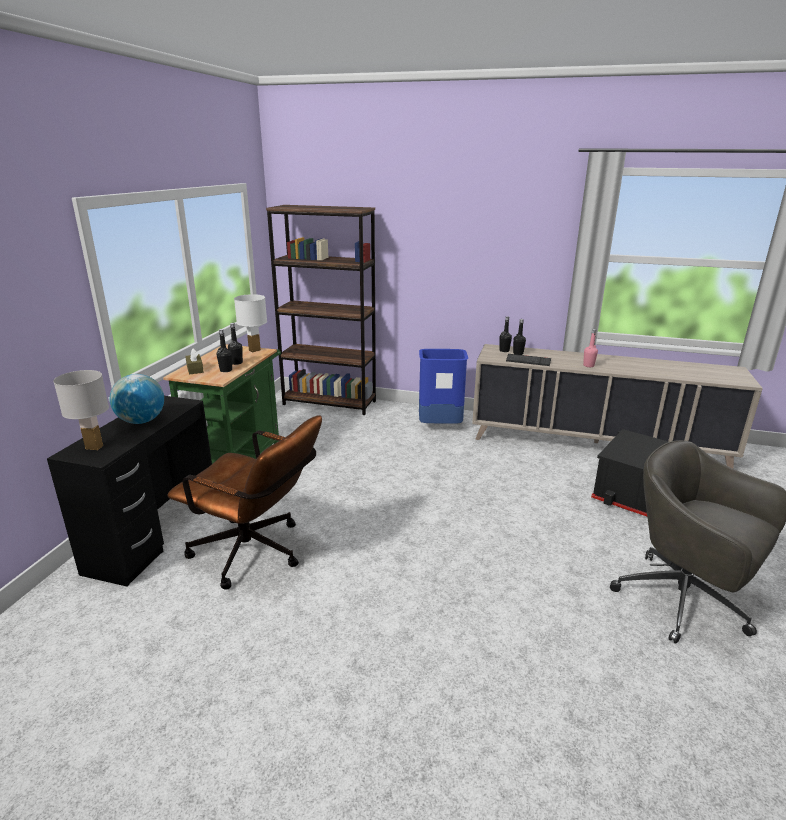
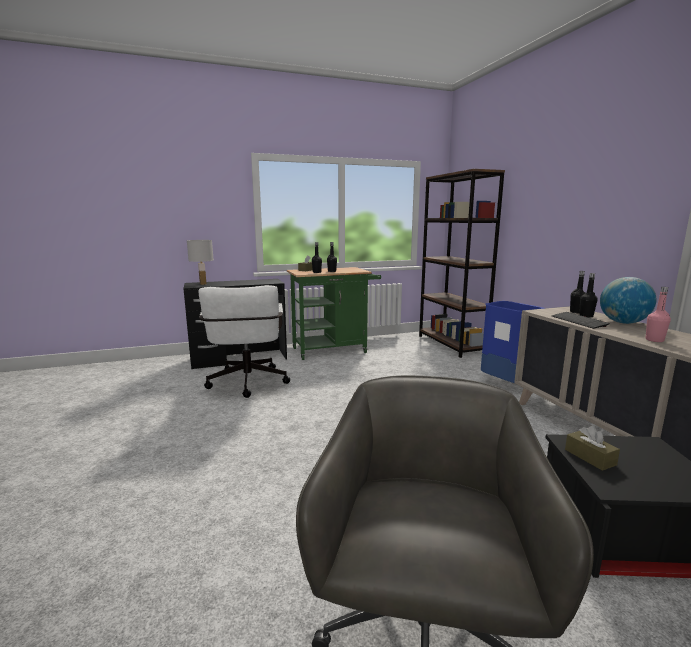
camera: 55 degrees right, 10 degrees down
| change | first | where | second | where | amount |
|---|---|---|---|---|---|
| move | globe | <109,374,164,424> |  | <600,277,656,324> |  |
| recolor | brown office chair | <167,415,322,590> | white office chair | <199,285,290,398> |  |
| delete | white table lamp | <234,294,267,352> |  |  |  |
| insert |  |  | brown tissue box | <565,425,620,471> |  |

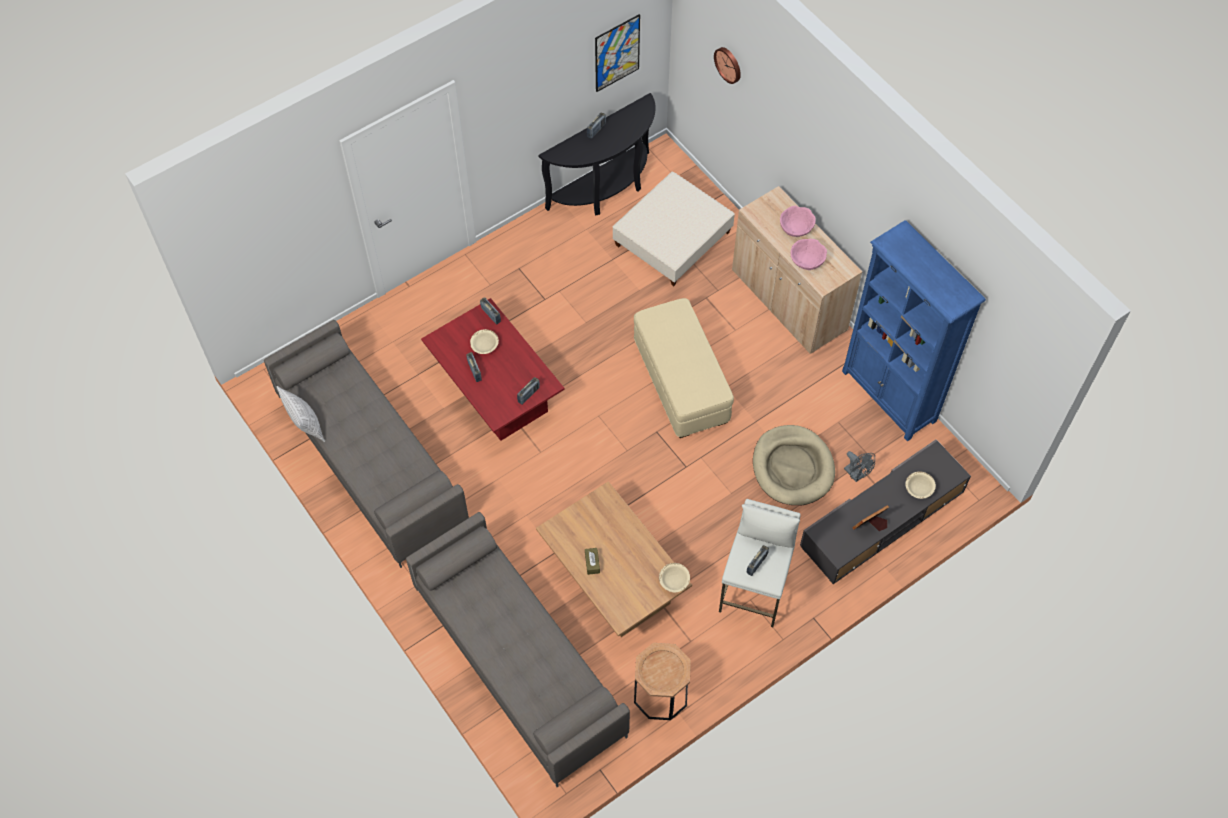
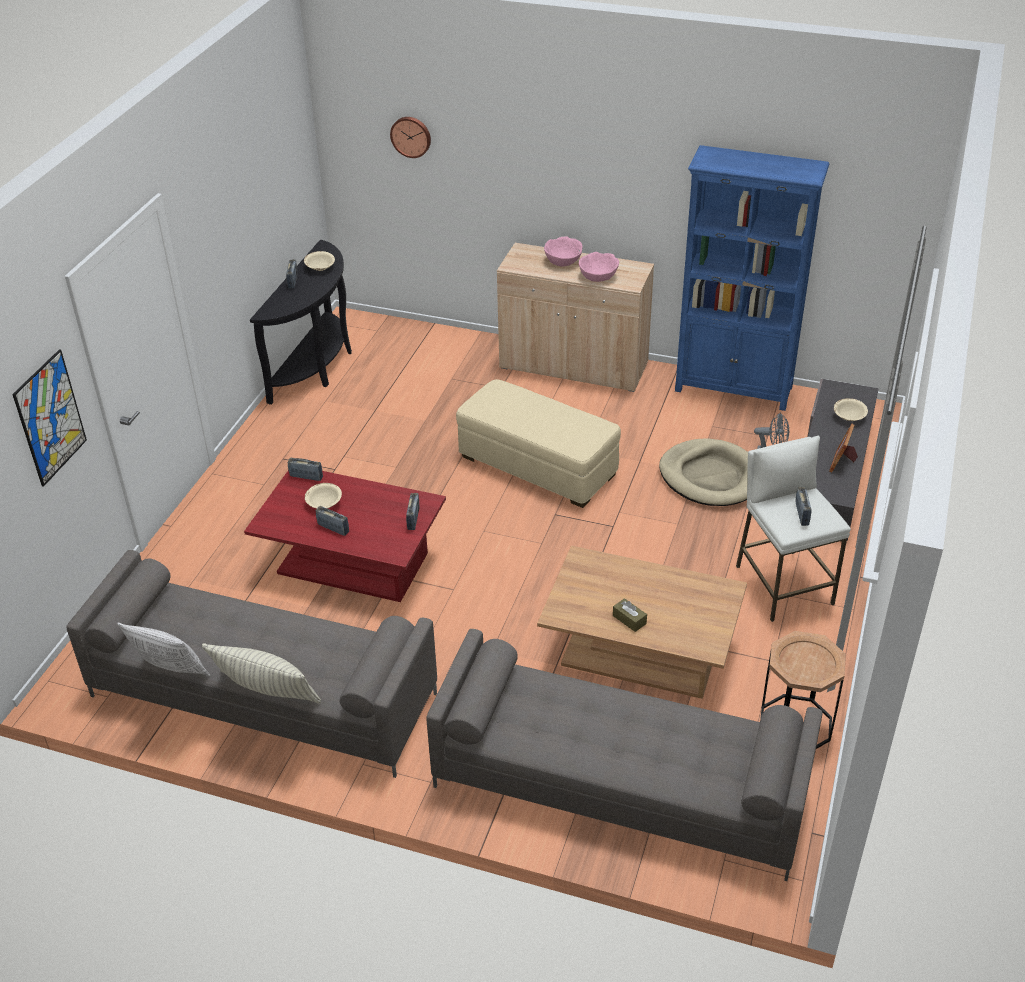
camera: 35 degrees left, 20 degrees down
| change | first | where | second | where | amount |
|---|---|---|---|---|---|
| move | picture | <595,14,640,92> |  | <12,349,87,487> |  |
| delete | beige ottoman | <613,172,735,286> |  |  |  |
| move | beige bowl | <659,563,690,592> |  | <304,251,335,271> |  |
| insert |  |  | pillow | <202,643,321,704> |  |

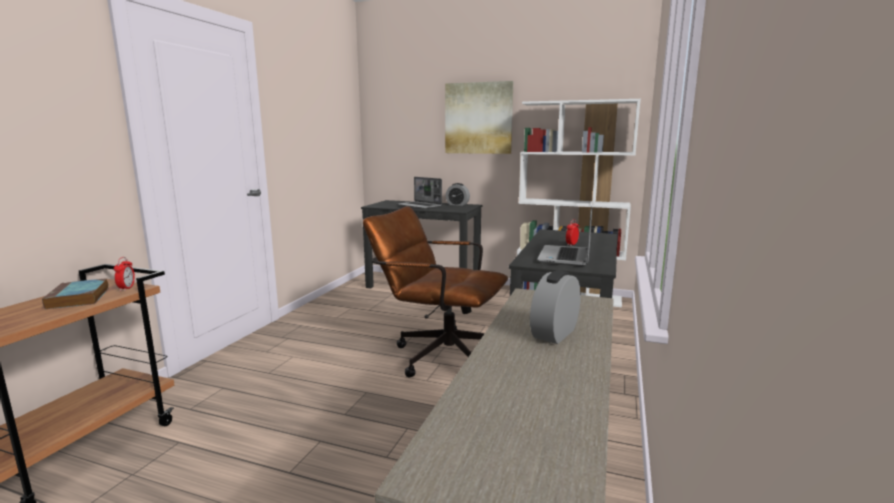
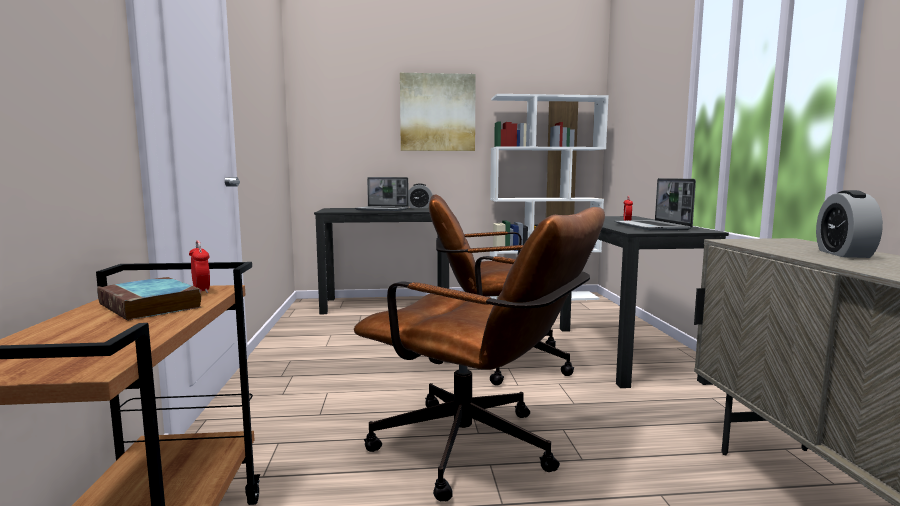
camera: 25 degrees left, 5 degrees down
| change | first | where | second | where | amount |
|---|---|---|---|---|---|
| insert |  |  | brown office chair | <354,207,605,502> |  |

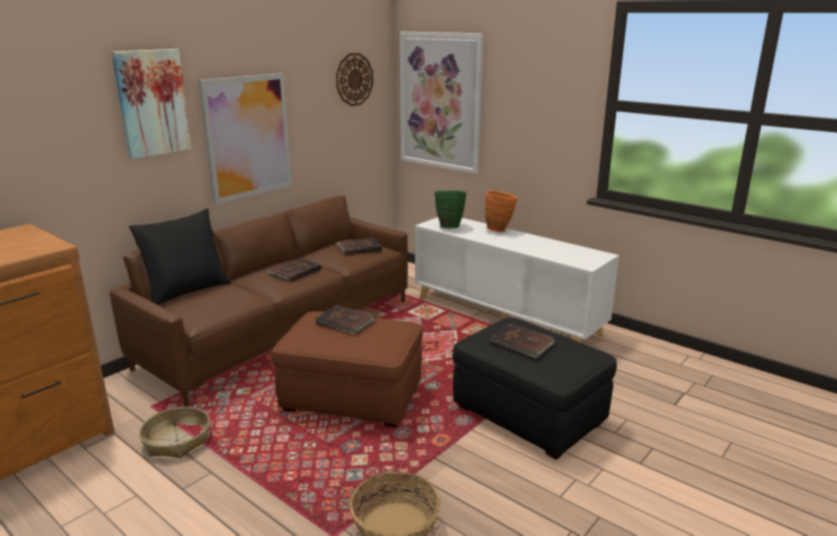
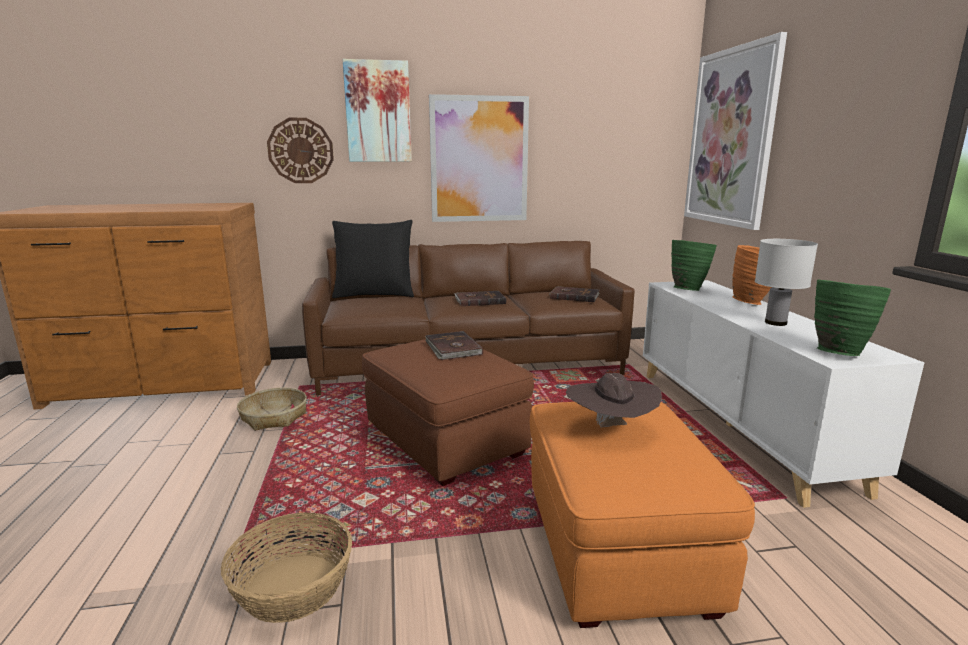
camera: 40 degrees right, 5 degrees down
| change | first | where | second | where | amount |
|---|---|---|---|---|---|
| move | wall clock | <336,53,373,106> |  | <267,118,334,183> |  |
| recolor | black ottoman | <453,317,617,460> | orange ottoman | <530,402,755,628> |  |
| replace | brown book | <490,324,555,358> | brown hat | <566,373,662,427> |  |
| insert |  |  | white table lamp | <755,239,818,326> |  |
| insert |  |  | green vase | <814,279,891,356> |  |

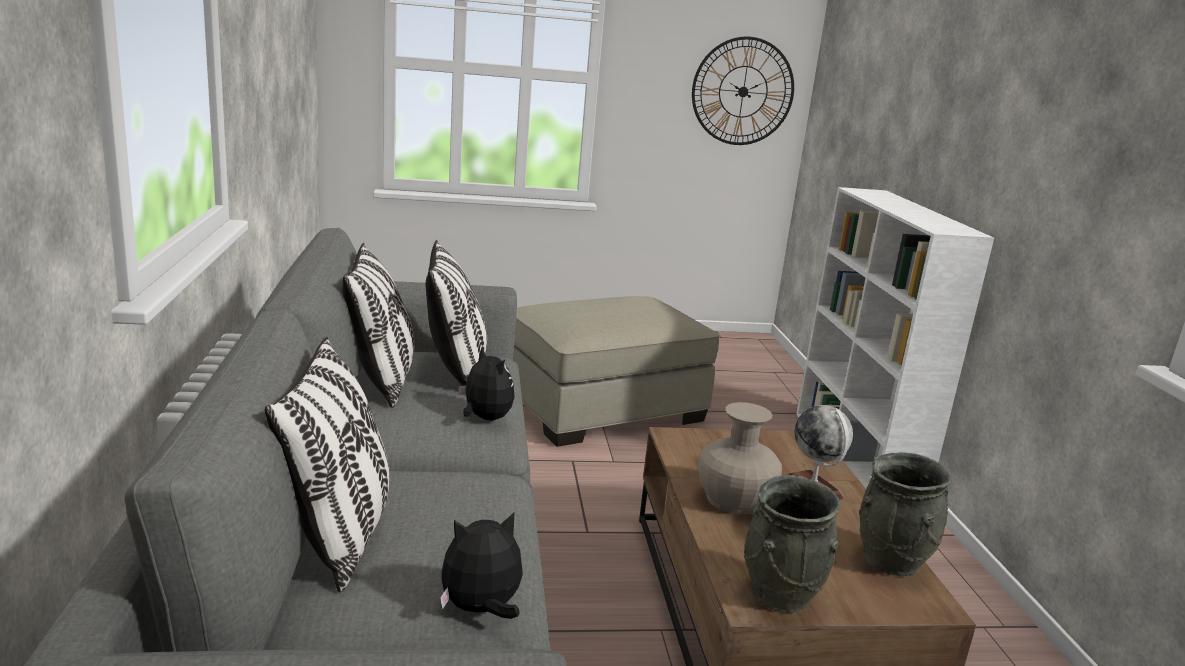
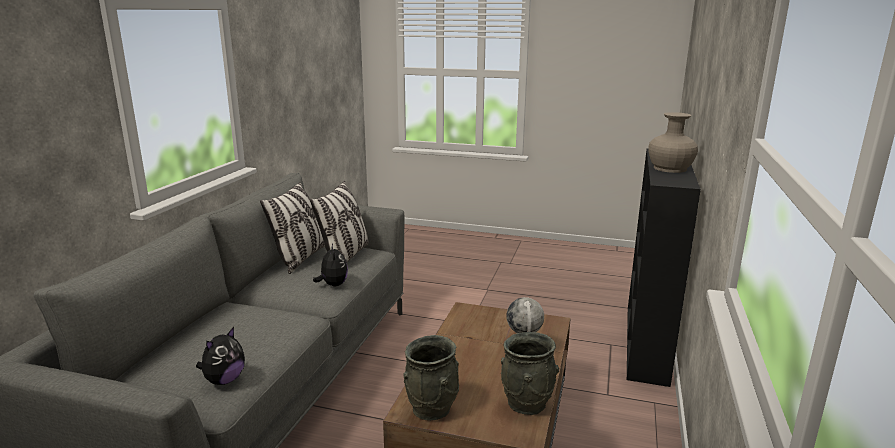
camera: 25 degrees right, 0 degrees up
| change | first | where | second | where | amount |
|---|---|---|---|---|---|
| delete | pillow | <265,336,390,592> |  |  |  |
| rotate | plush toy | <440,512,523,619> |  | <196,327,245,385> | 120 degrees clockwise |
| delete | beige ottoman | <513,296,719,447> |  |  |  |
| delete | wall clock | <692,37,794,145> |  |  |  |
| move | beige vase | <698,402,782,515> |  | <648,112,698,173> |  |
| recolor | white bookcase | <796,187,994,488> | black bookcase | <627,149,701,387> |  |

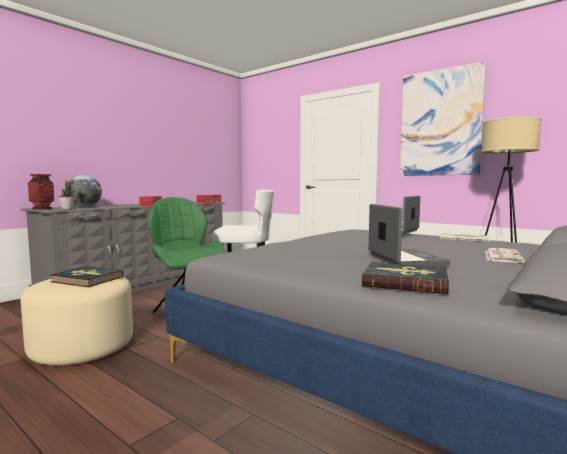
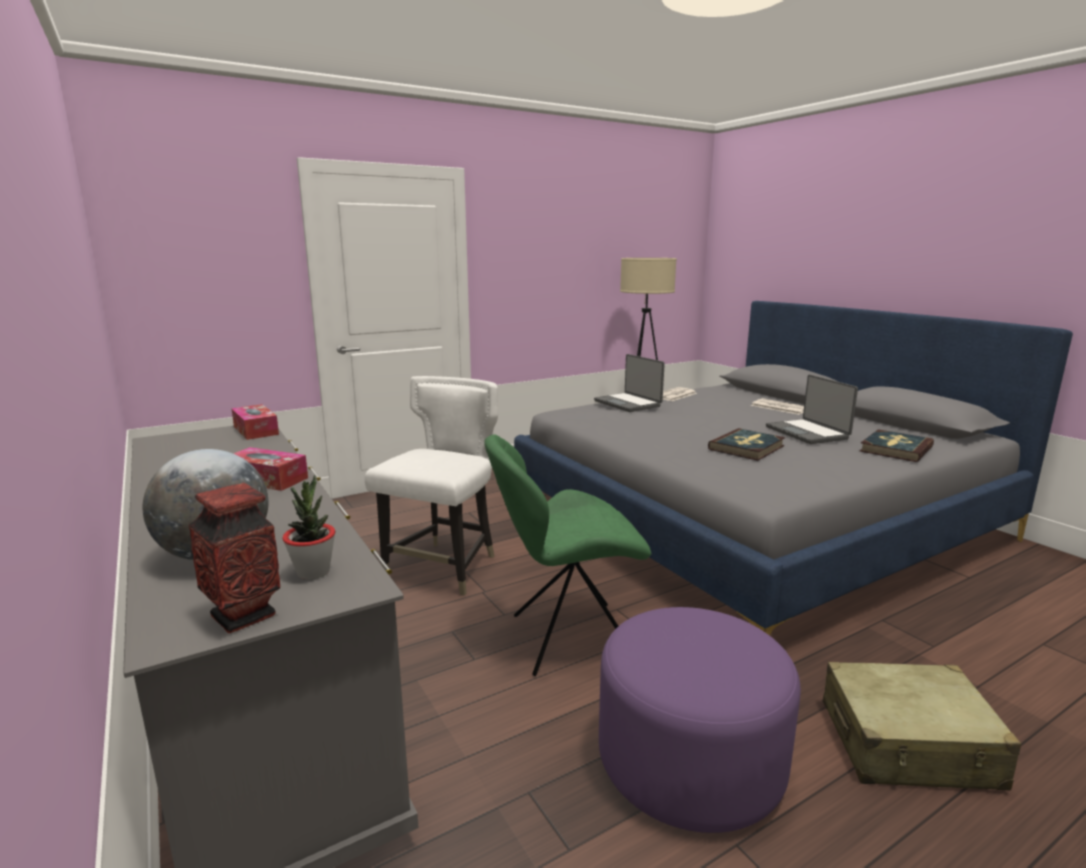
camera: 70 degrees left, 10 degrees up
| change | first | where | second | where | amount |
|---|---|---|---|---|---|
| recolor | beige ottoman | <21,277,133,366> | purple ottoman | <599,607,801,833> |  |
| move | book | <50,266,123,287> |  | <708,428,785,461> |  |
| rotate | laptop | <368,204,450,266> |  | <766,375,858,444> | 120 degrees counterclockwise |
| delete | picture | <400,61,486,176> |  |  |  |
| insert |  |  | beige suitcase | <823,662,1021,790> |  |

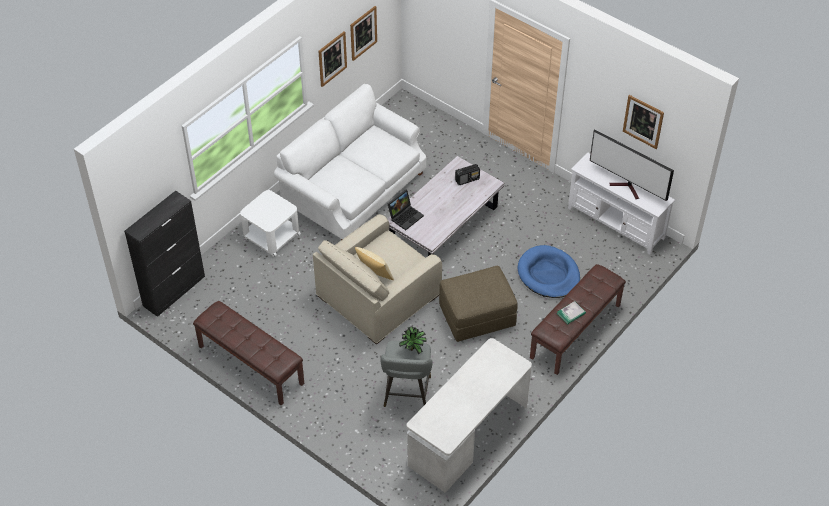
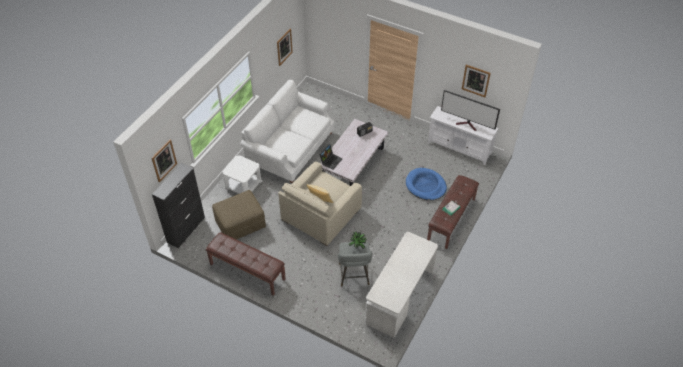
camera: 10 degrees left, 0 degrees up
| change | first | where | second | where | amount |
|---|---|---|---|---|---|
| move | picture | <318,31,347,87> |  | <152,139,177,182> |  |
| move | brown ottoman | <439,266,518,342> |  | <212,190,266,239> |  |

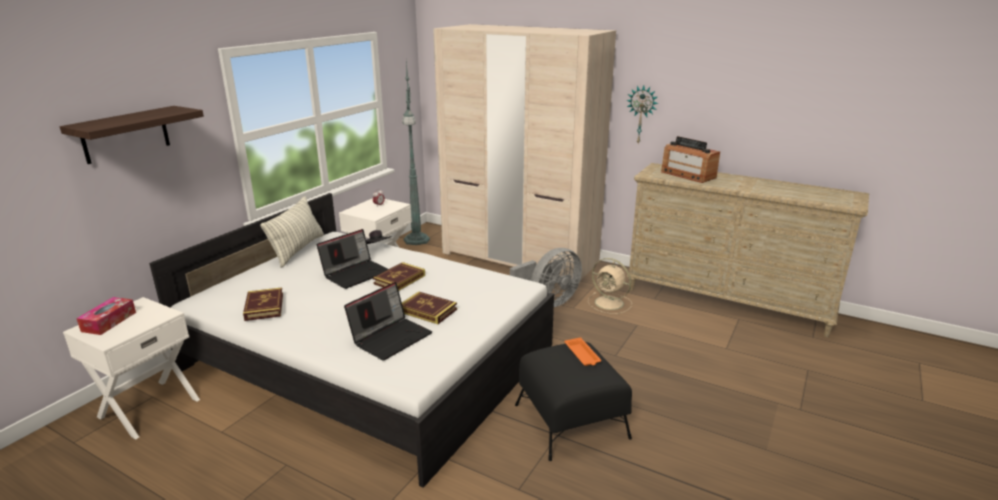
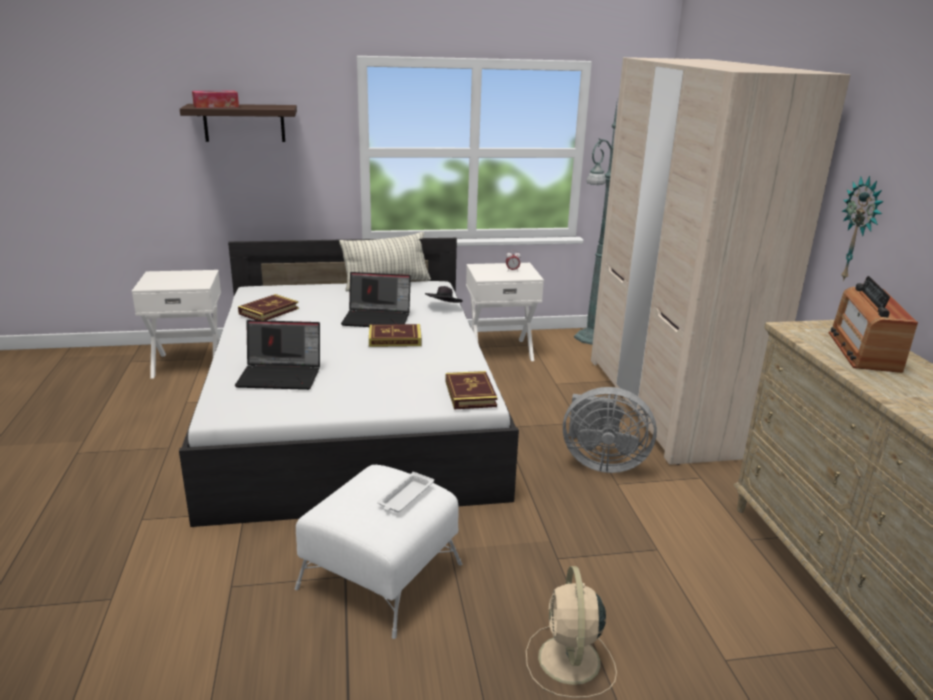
camera: 50 degrees right, 0 degrees up
| change | first | where | second | where | amount |
|---|---|---|---|---|---|
| move | tissue box | <77,297,136,335> |  | <192,91,239,108> |  |
| move | book | <402,291,457,324> |  | <445,371,497,409> |  |
| recolor | black ottoman | <515,342,632,461> | white ottoman | <295,465,462,639> |  |
| recolor | orange tray | <565,337,601,366> | white tray | <377,472,434,512> |  |
| move | beige fan | <588,258,632,314> |  | <526,566,617,698> |  |

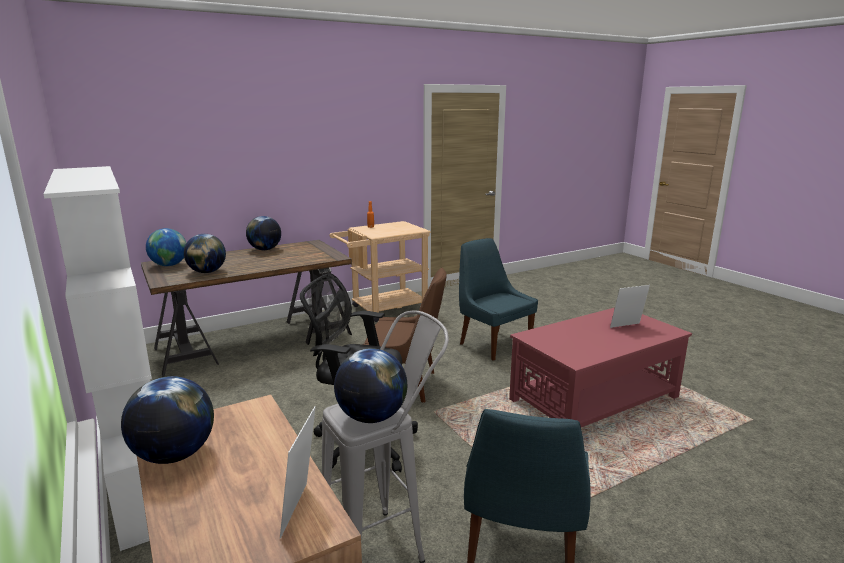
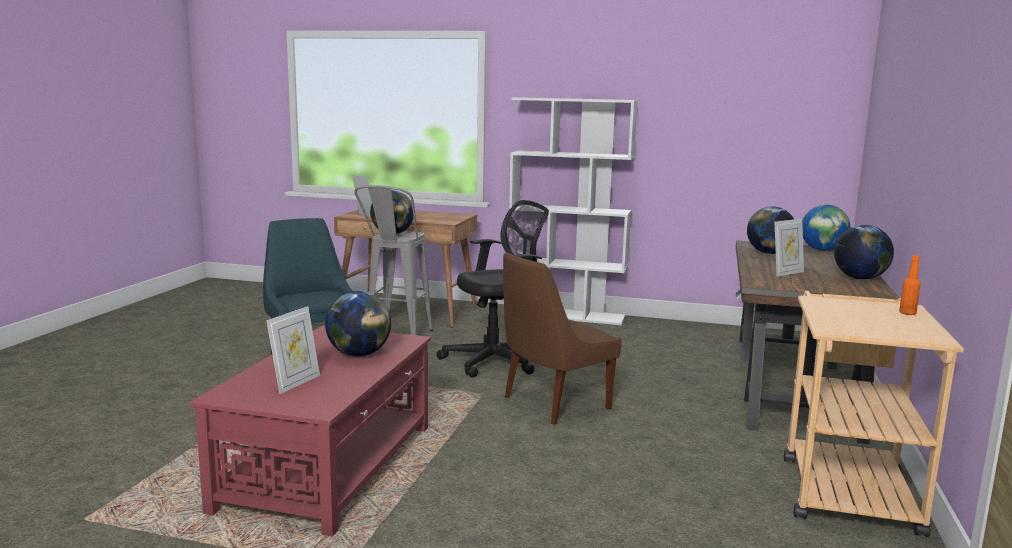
camera: 135 degrees right, 5 degrees down
| change | first | where | second | where | amount |
|---|---|---|---|---|---|
| move | globe | <121,376,214,464> |  | <325,291,391,357> |  |
| delete | blue chair | <459,238,538,361> |  |  |  |
| insert |  |  | picture frame | <775,219,804,277> |  |

